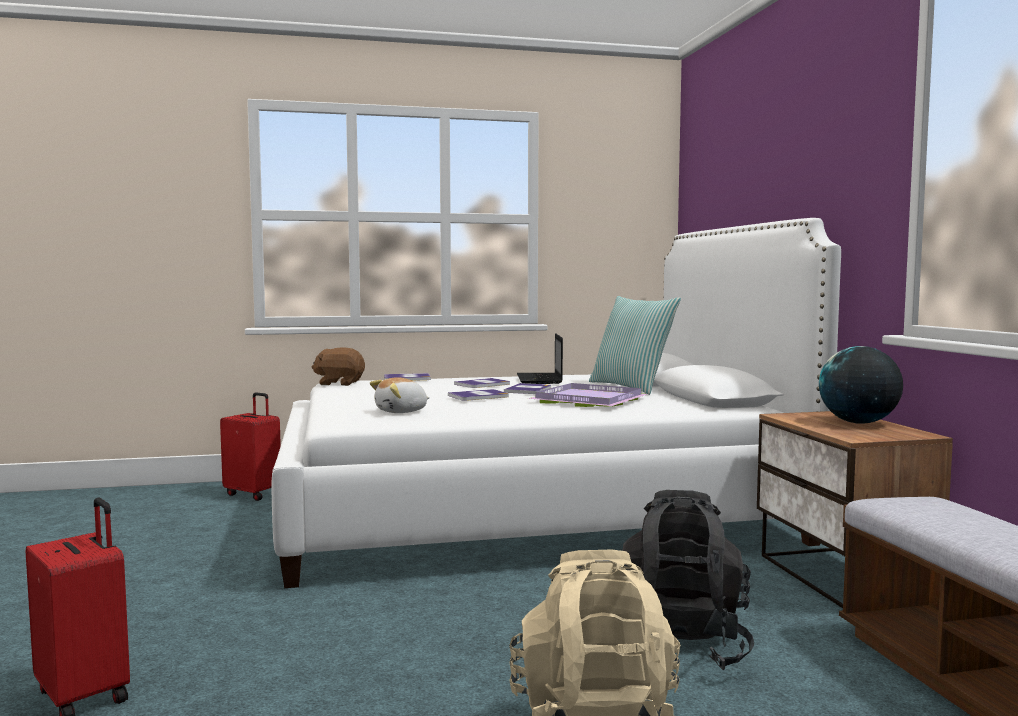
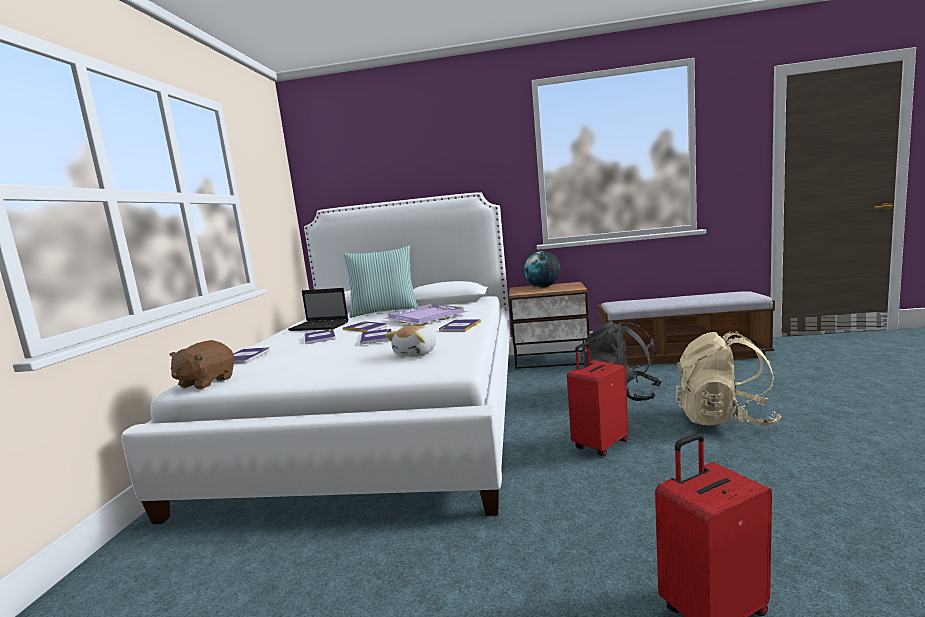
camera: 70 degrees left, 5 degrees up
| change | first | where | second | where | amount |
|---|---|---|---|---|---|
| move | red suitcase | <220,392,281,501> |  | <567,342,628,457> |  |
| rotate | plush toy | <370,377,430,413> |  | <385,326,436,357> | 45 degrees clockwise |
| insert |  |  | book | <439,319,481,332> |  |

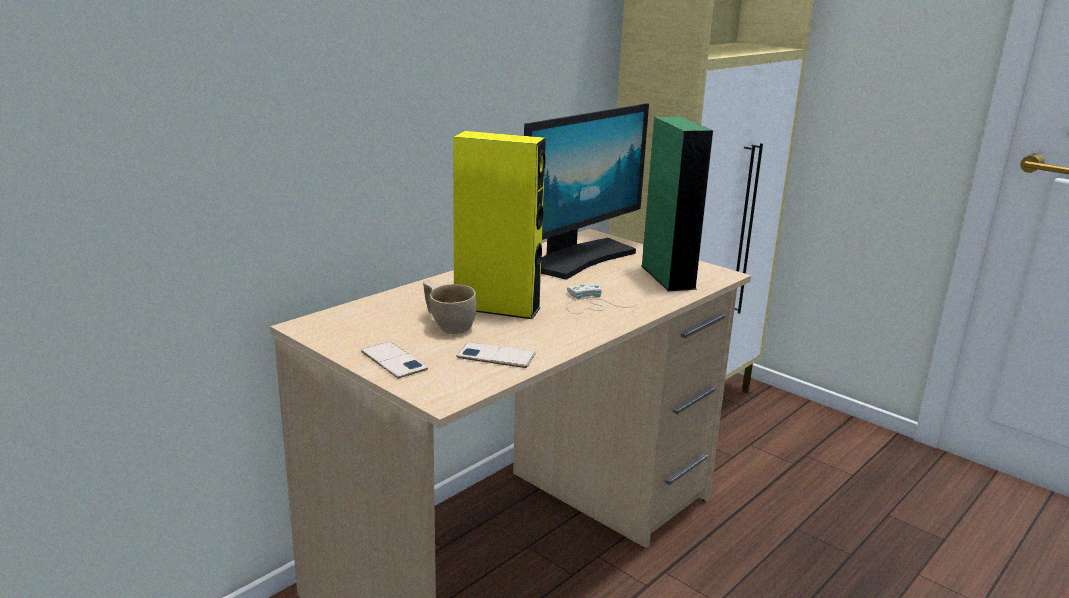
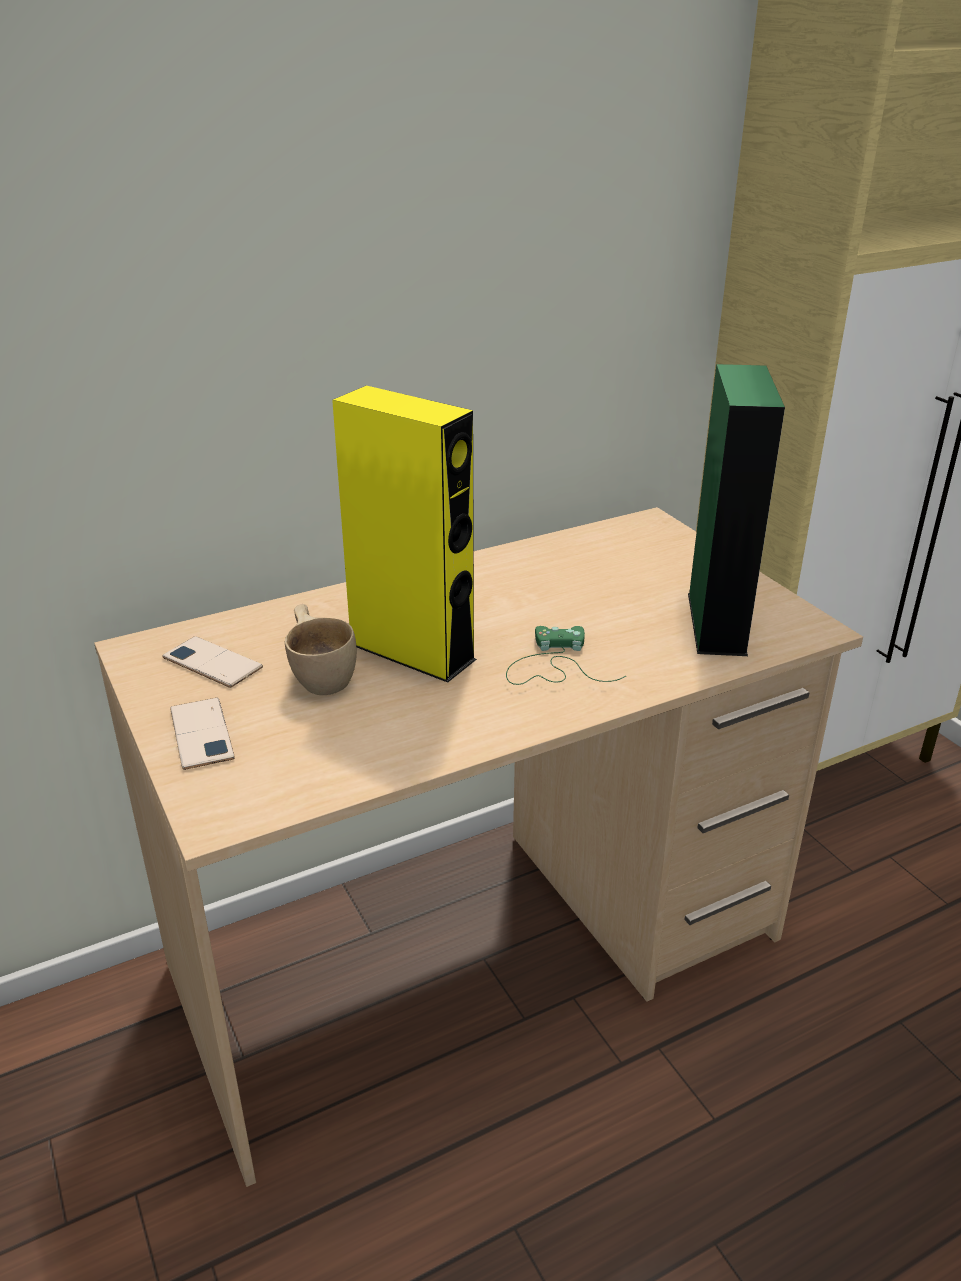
camera: 20 degrees right, 10 degrees up
| change | first | where | second | where | amount |
|---|---|---|---|---|---|
| move | phone | <457,342,536,368> |  | <162,636,263,688> |  |
| delete | monitor | <524,103,649,280> |  |  |  |
| recolor | white game controller | <566,284,639,314> | green game controller | <506,626,626,685> |  |

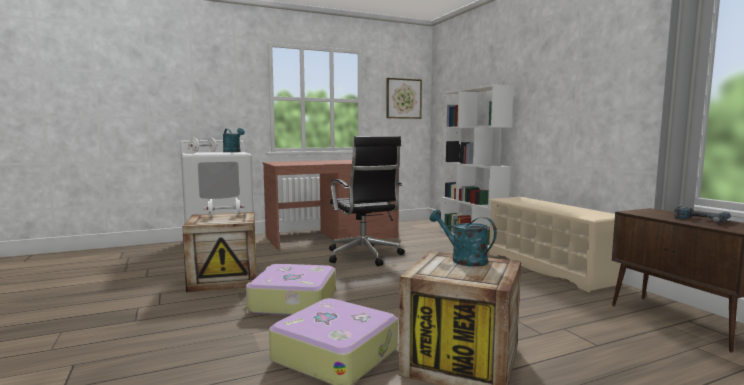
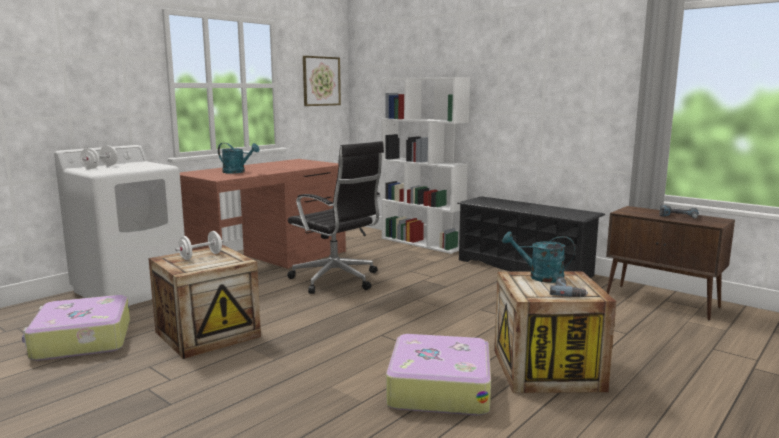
camera: 25 degrees left, 5 degrees up
| change | first | where | second | where | amount |
|---|---|---|---|---|---|
| move | turquoise watering can | <223,128,245,152> |  | <218,143,260,174> |  |
| move | suitcase | <246,264,336,316> |  | <22,295,130,361> |  |
| recolor | beige shoe rack | <488,197,621,292> | black shoe rack | <457,196,605,278> |  |
| insert |  |  | power drill | <550,277,588,297> |  |

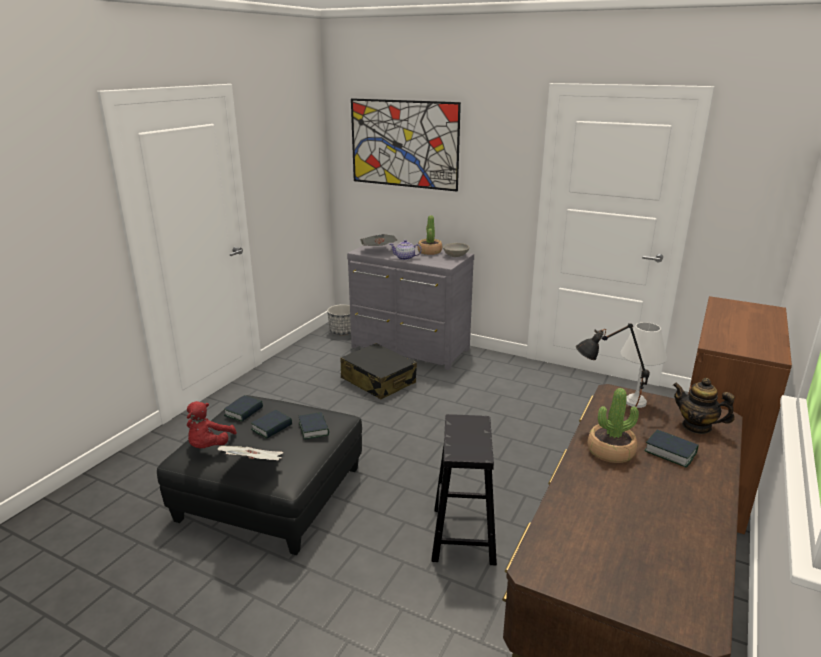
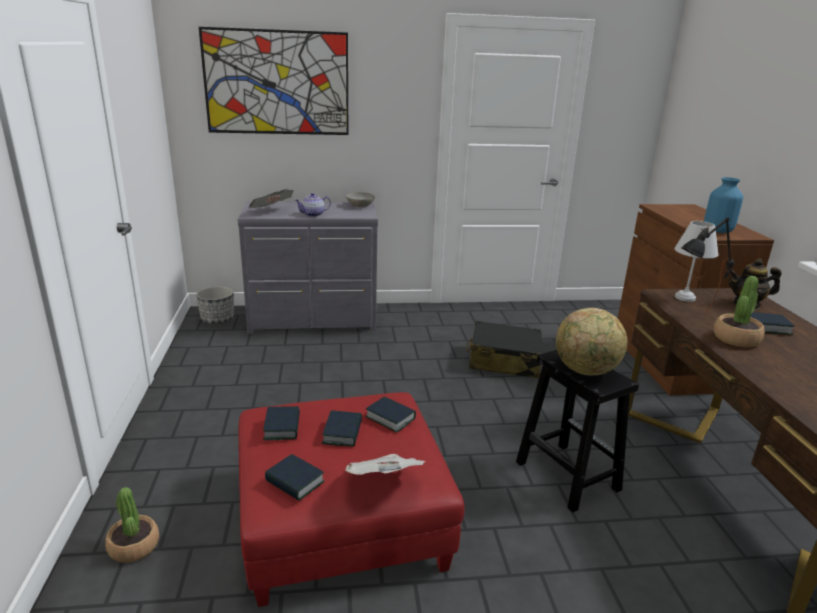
camera: 35 degrees left, 0 degrees up
| change | first | where | second | where | amount |
|---|---|---|---|---|---|
| recolor | black ottoman | <157,395,362,555> | red ottoman | <238,392,465,607> |  |
| replace | red plush toy | <187,401,237,448> | book | <265,454,325,501> |  |
| move | black suitcase | <340,343,417,399> |  | <467,321,543,378> |  |
| move | potted plant | <418,215,442,255> |  | <105,487,159,563> |  |
| insert |  |  | globe | <556,308,627,376> |  |
| insert |  |  | blue vase | <704,177,743,233> |  |

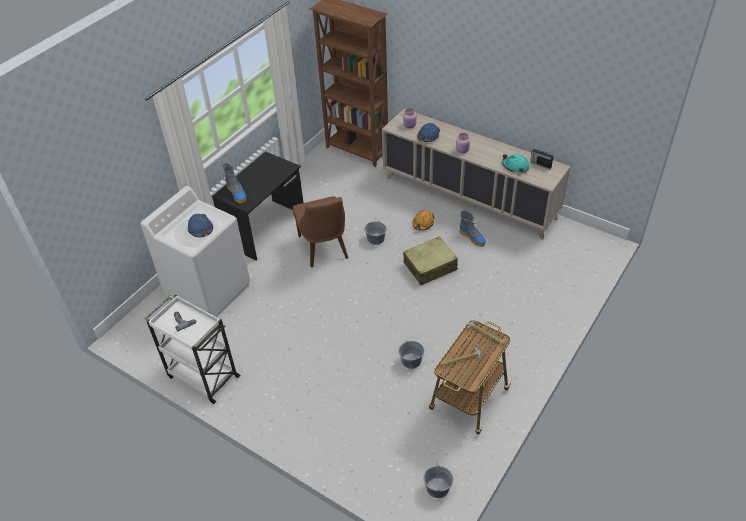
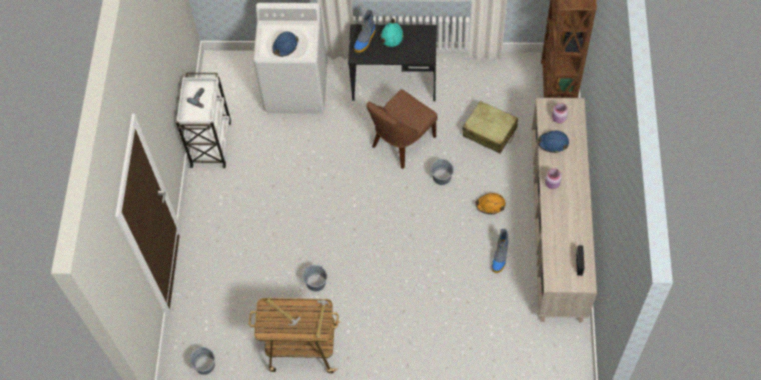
camera: 60 degrees right, 15 degrees up
| change | first | where | second | where | amount |
|---|---|---|---|---|---|
| move | beige suitcase | <403,236,458,285> |  | <463,101,518,153> |  |
| move | turquoise hard hat | <502,154,530,173> |  | <381,18,404,47> |  |

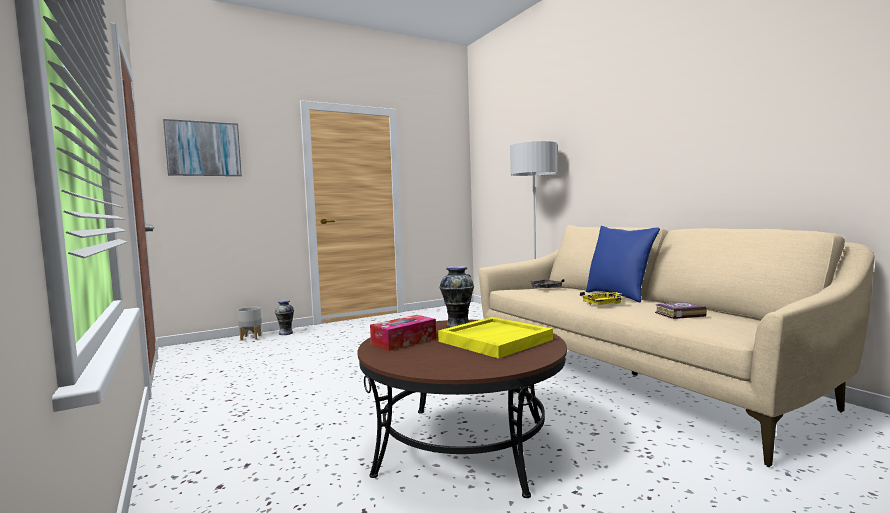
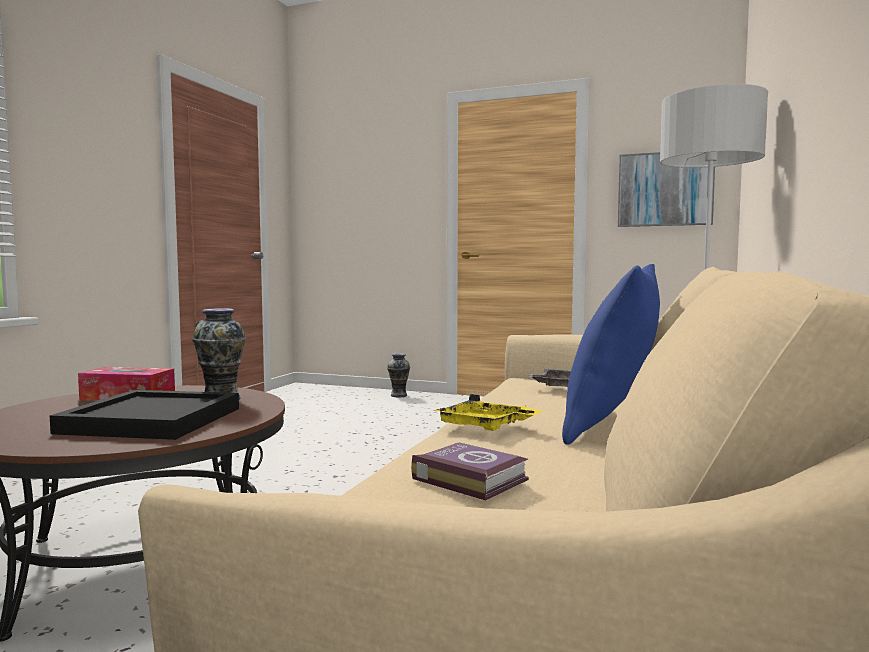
camera: 50 degrees right, 0 degrees up
| change | first | where | second | where | amount |
|---|---|---|---|---|---|
| move | picture | <163,119,242,176> |  | <618,152,715,227> |  |
| delete | grey planter | <237,307,262,340> |  |  |  |
| recolor | yellow tray | <438,317,553,359> | black tray | <50,390,239,440> |  |

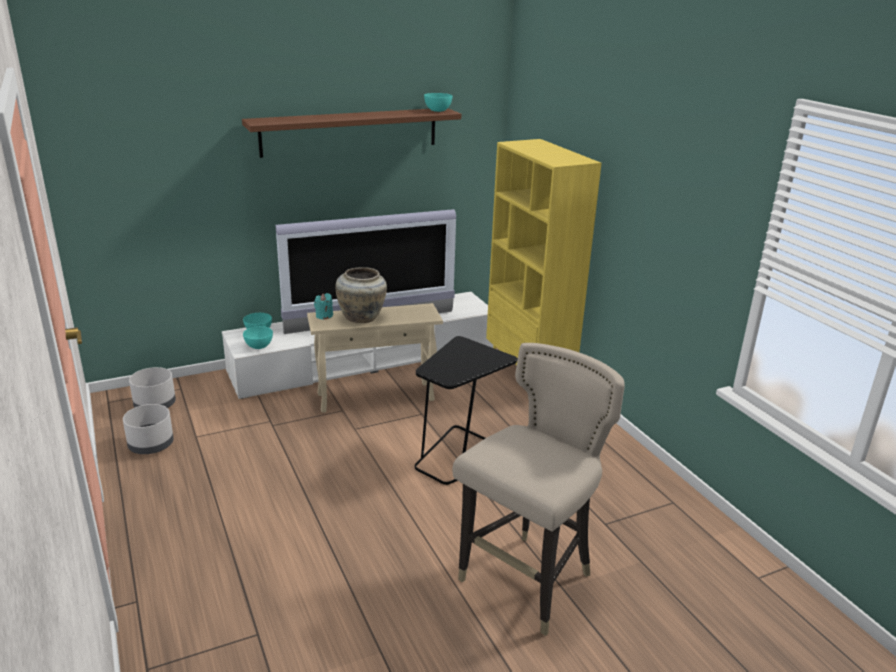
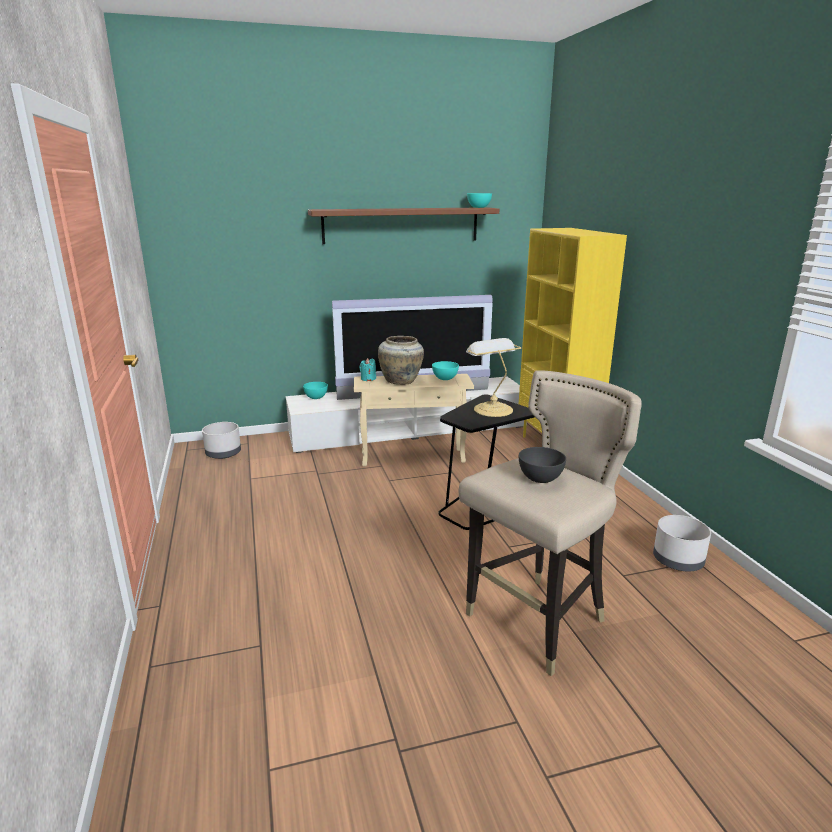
camera: 10 degrees right, 5 degrees down
| change | first | where | second | where | amount |
|---|---|---|---|---|---|
| move | grey planter | <123,404,174,454> |  | <653,515,711,571> |  |
| move | turquoise bowl | <243,326,273,349> |  | <432,361,459,380> |  |
| insert |  |  | table lamp | <466,338,521,417> |  |
| insert |  |  | grey bowl | <519,447,566,483> |  |

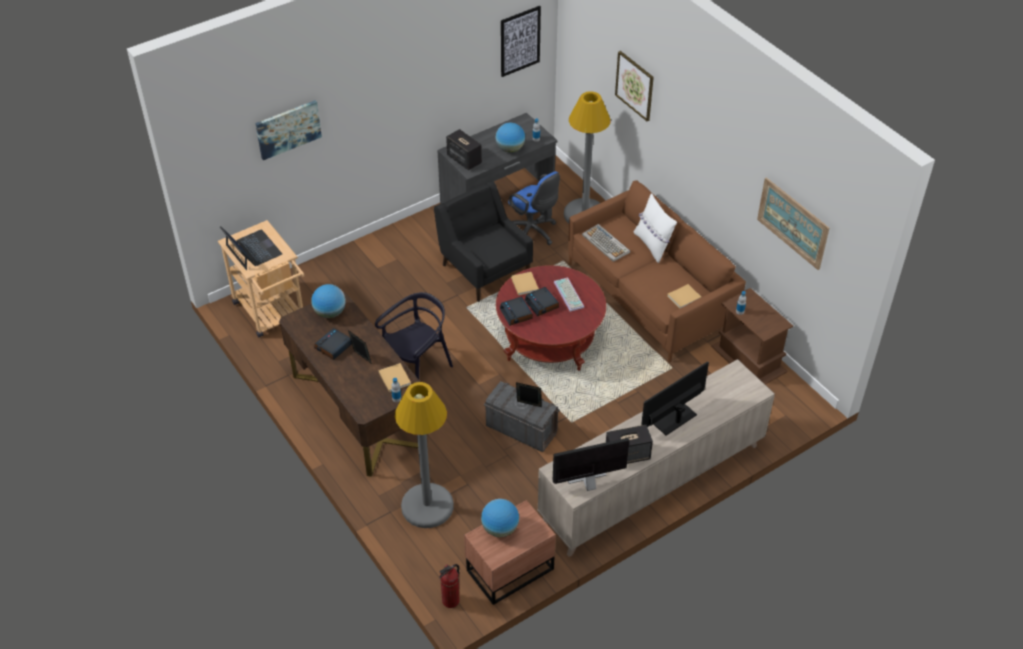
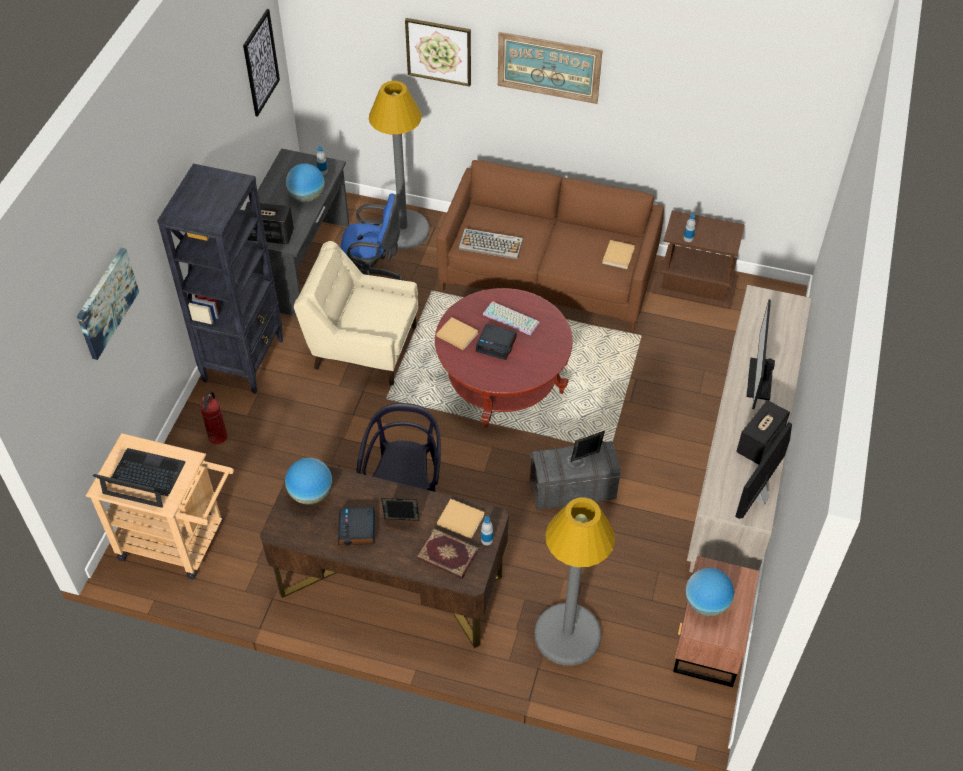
camera: 40 degrees left, 5 degrees up
| change | first | where | second | where | amount |
|---|---|---|---|---|---|
| recolor | black armchair | <434,181,533,302> | beige armchair | <294,241,419,386> |  |
| move | fire extinguisher | <439,564,460,608> |  | <200,392,227,444> |  |
| delete | alarm clock | <500,297,533,326> |  |  |  |
| delete | white pillow | <633,193,677,263> |  |  |  |
| move | picture | <757,177,829,270> |  | <498,32,603,104> |  |
| insert |  |  | black bookcase | <157,164,283,394> |  |
| insert |  |  | book | <416,529,479,579> |  |

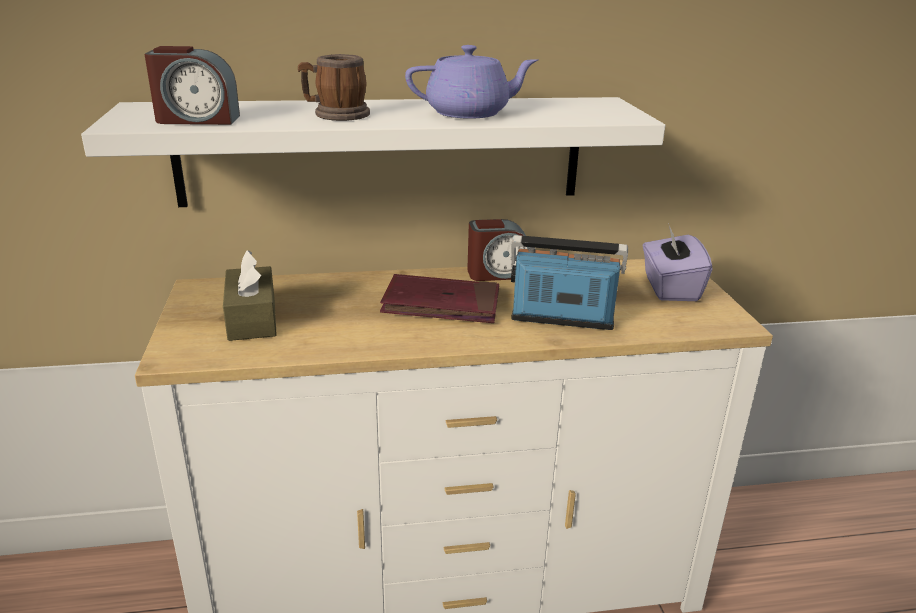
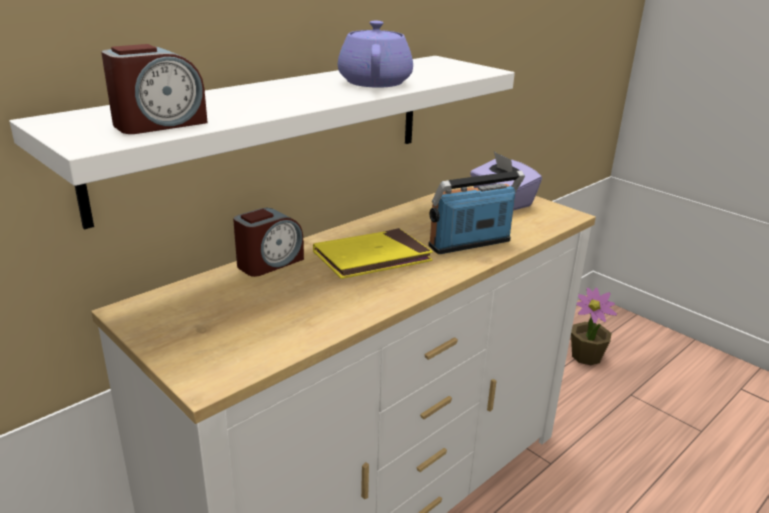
camera: 35 degrees left, 0 degrees up
| change | first | where | second | where | amount |
|---|---|---|---|---|---|
| delete | brown tissue box | <223,250,277,341> |  |  |  |
| delete | mug | <298,54,370,121> |  |  |  |
| recolor | red book | <380,274,499,323> | yellow book | <313,228,433,279> |  |
| rotate | purple teapot | <405,45,538,119> |  | <338,21,413,88> | 45 degrees counterclockwise |
| move | alarm clock | <467,219,529,281> |  | <233,208,304,277> |  |
| insert |  |  | potted plant | <571,287,617,366> |  |

